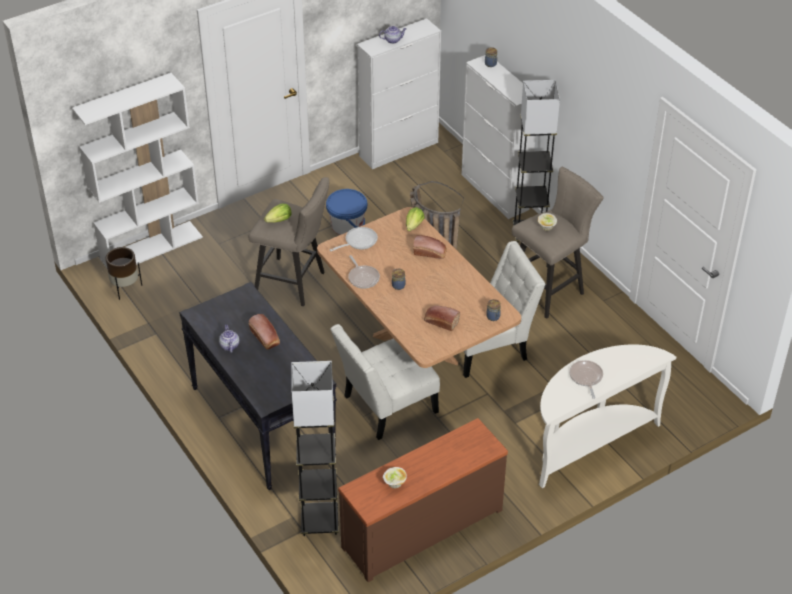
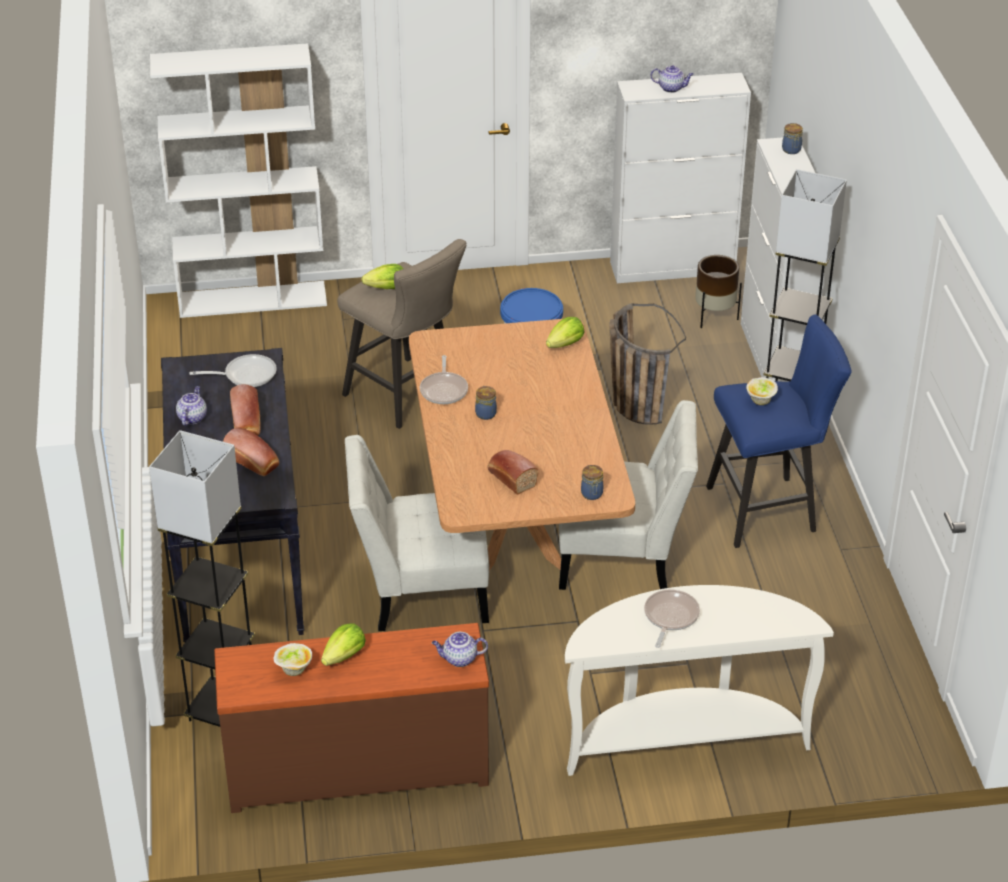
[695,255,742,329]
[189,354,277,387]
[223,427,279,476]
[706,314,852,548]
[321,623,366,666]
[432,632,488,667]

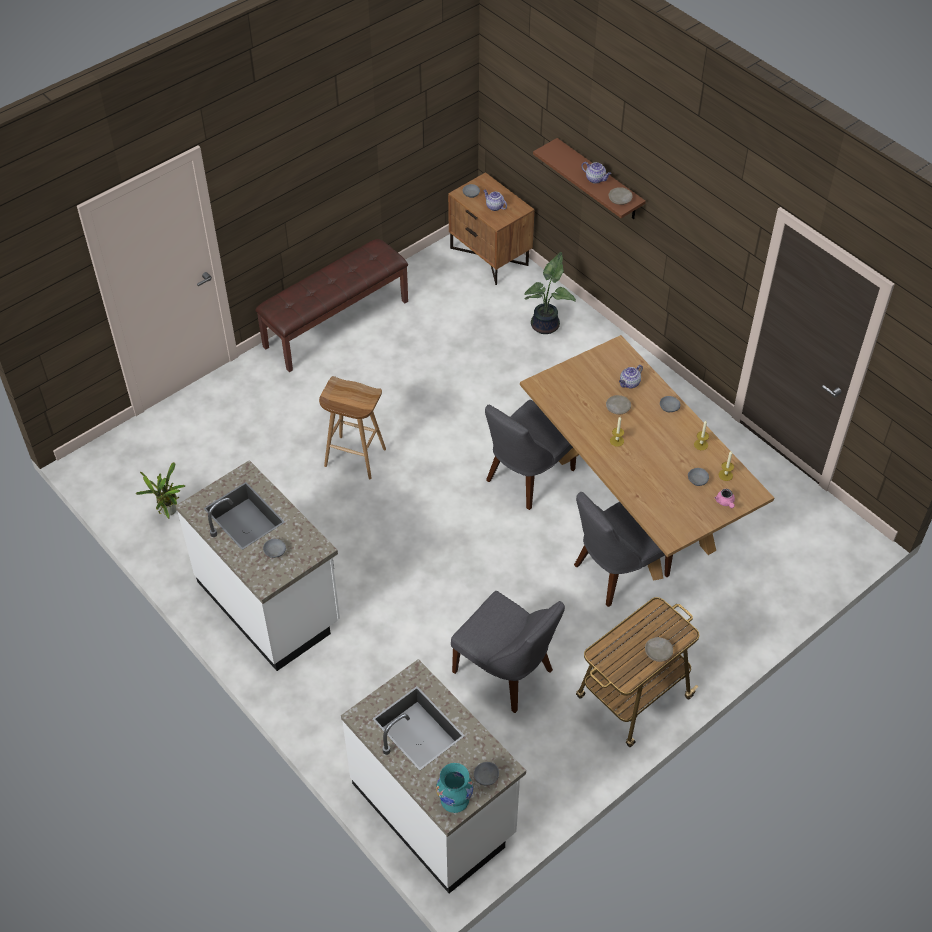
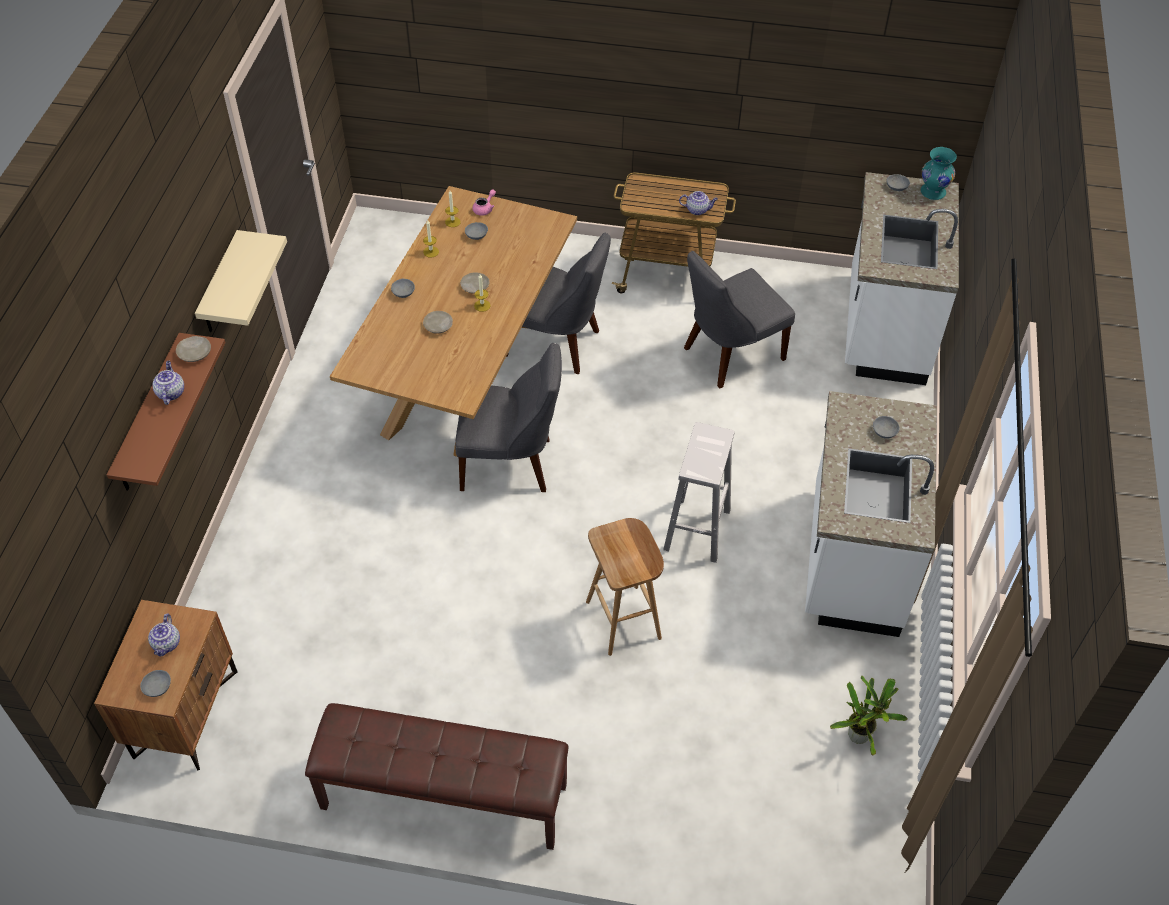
[684,251,795,388]
[524,252,576,334] (first image)
[679,191,718,215]
[460,272,489,294]
[195,230,287,332]
[663,422,735,563]

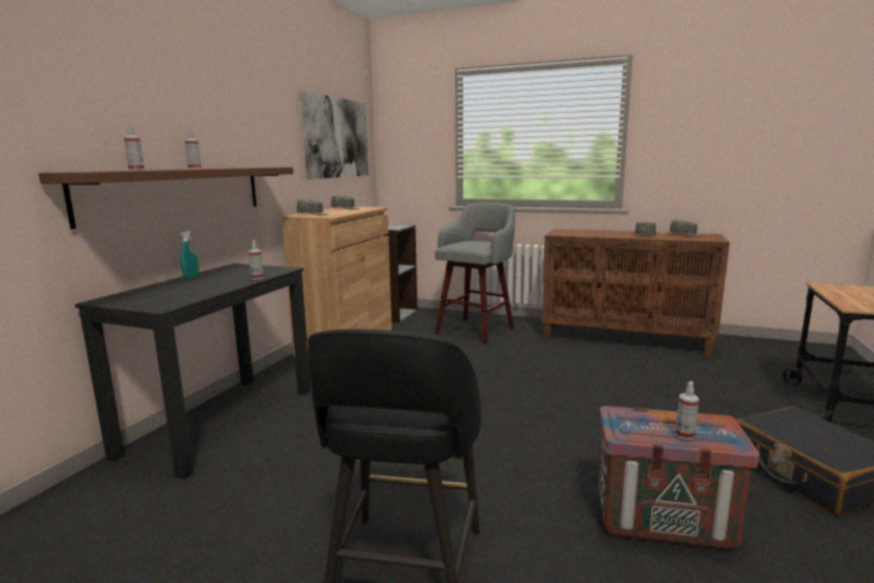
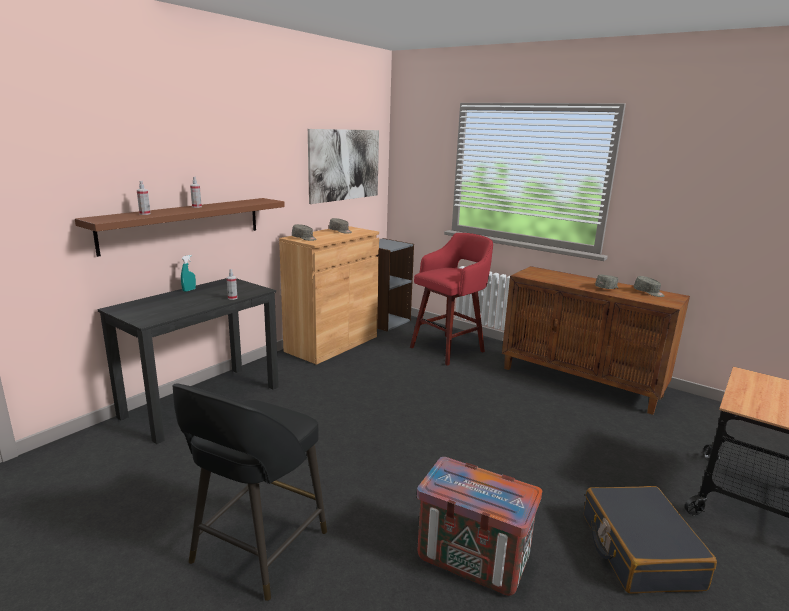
[410,233,493,366]
[675,382,699,440] (first image)

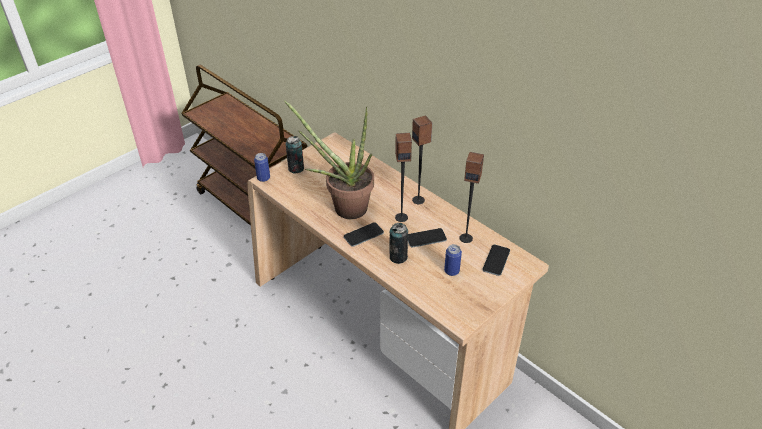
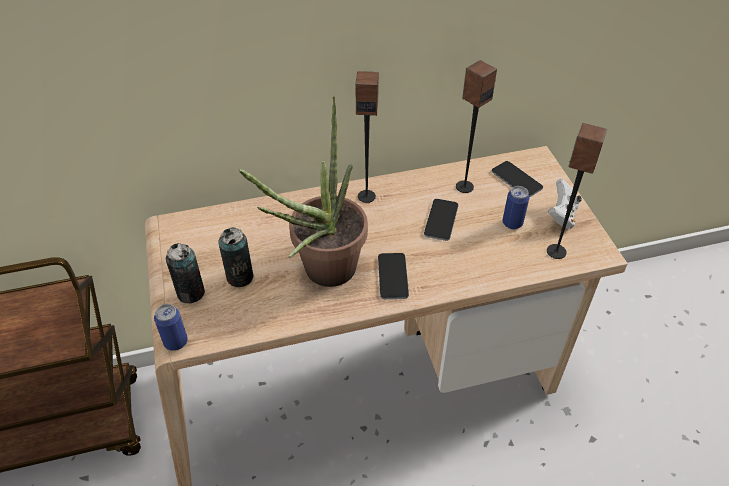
[218,227,253,287]
[547,123,607,259]
[548,179,582,229]

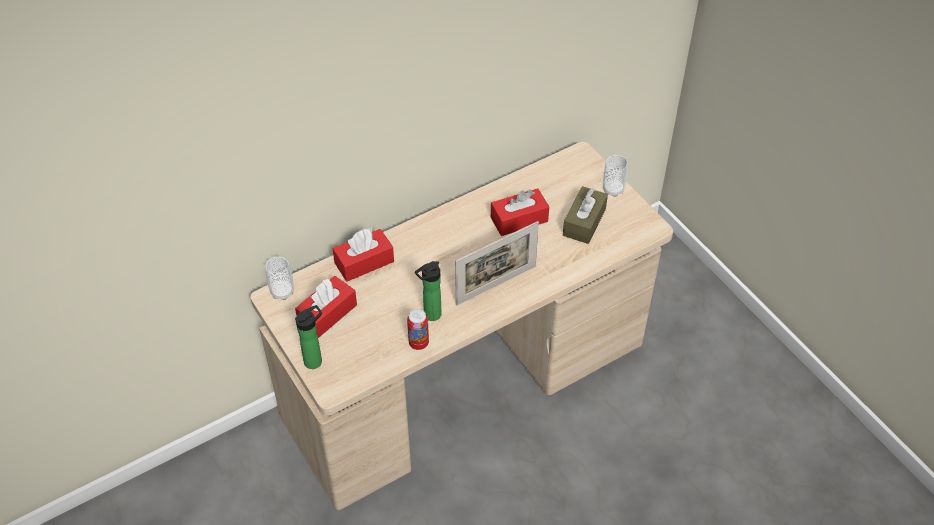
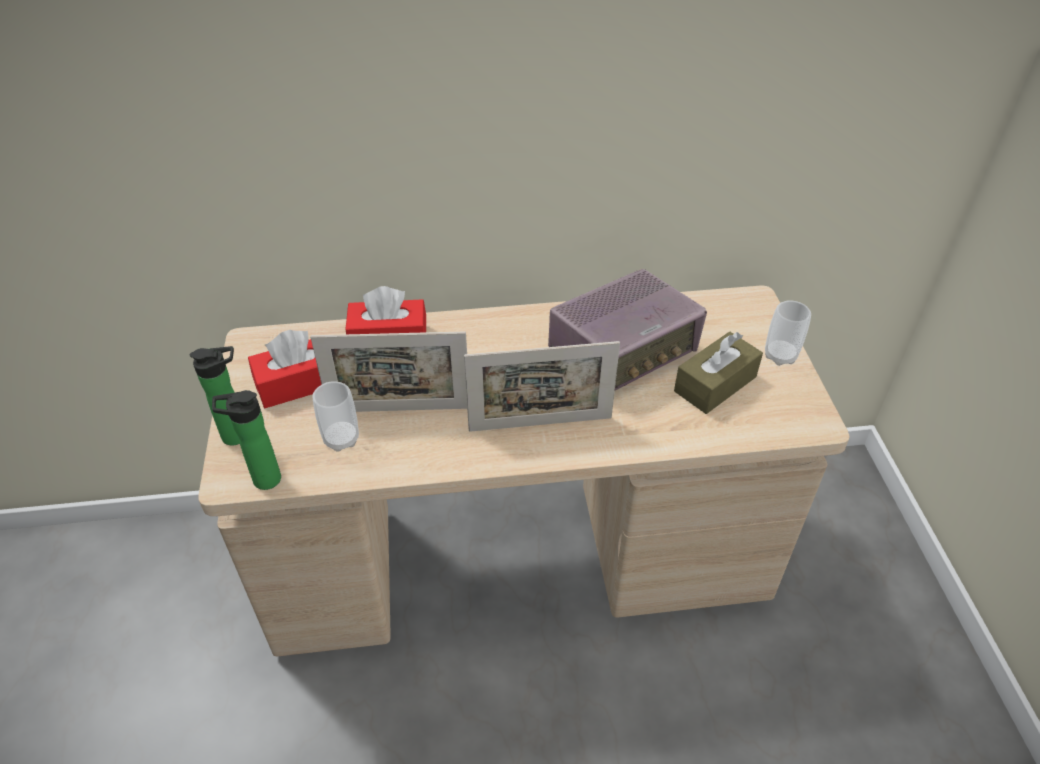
[313,381,359,452]
[407,309,429,350] (first image)
[212,390,281,490]
[548,269,707,390]
[311,331,467,412]

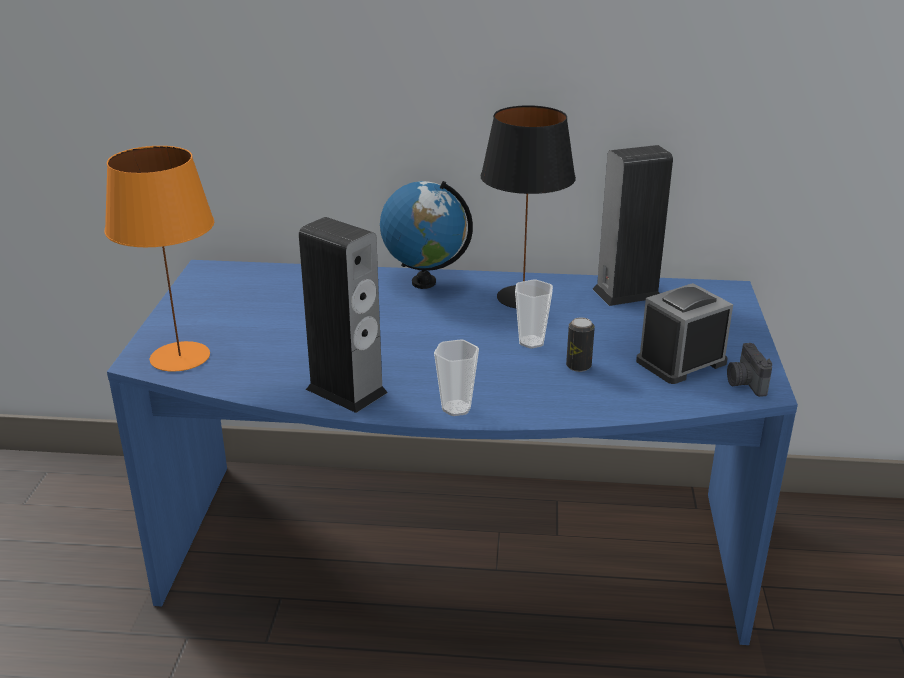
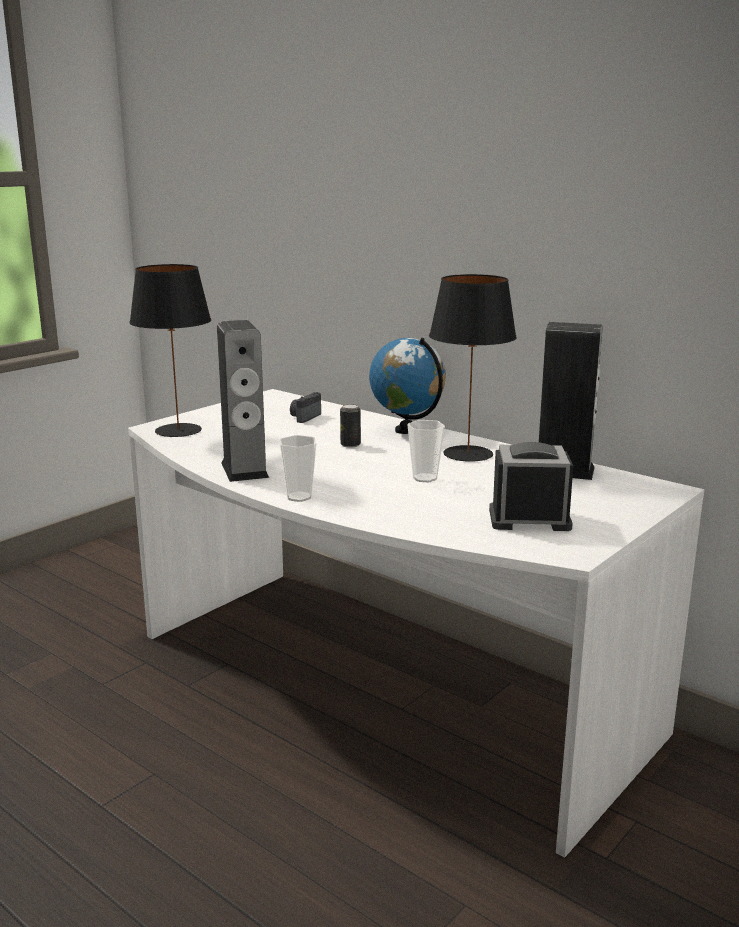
[129,264,211,437]
[128,389,704,858]
[340,404,361,448]
[290,392,321,423]

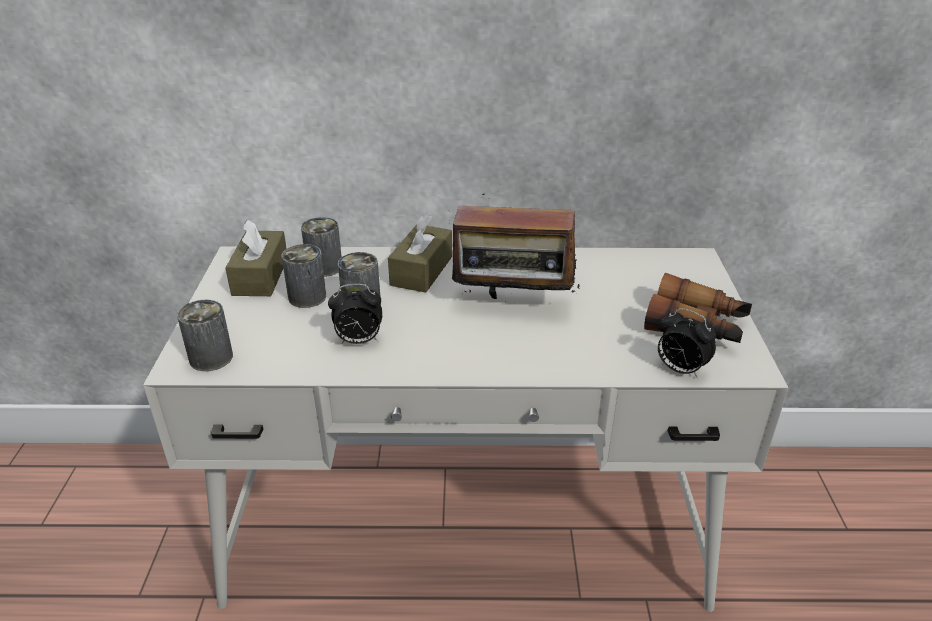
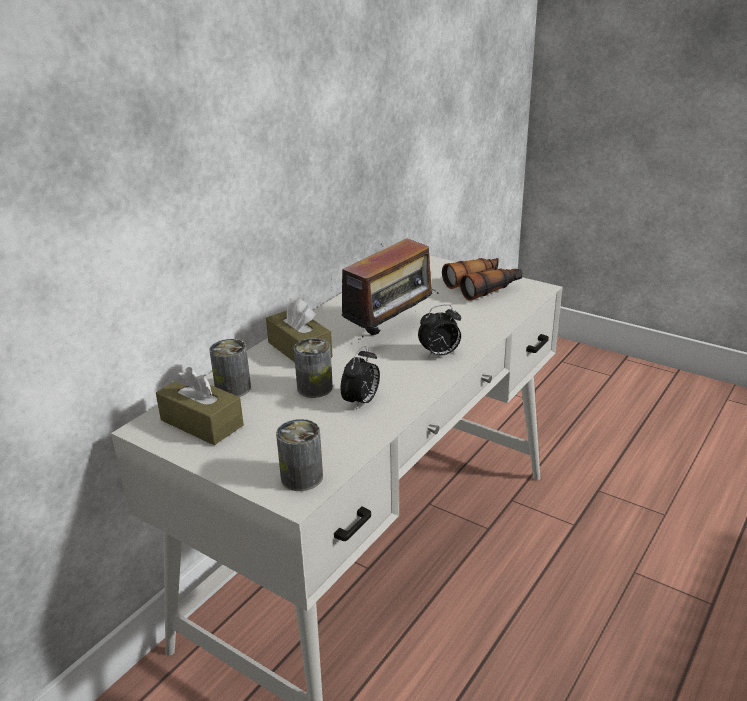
[281,244,326,308] (first image)
[418,304,461,358]

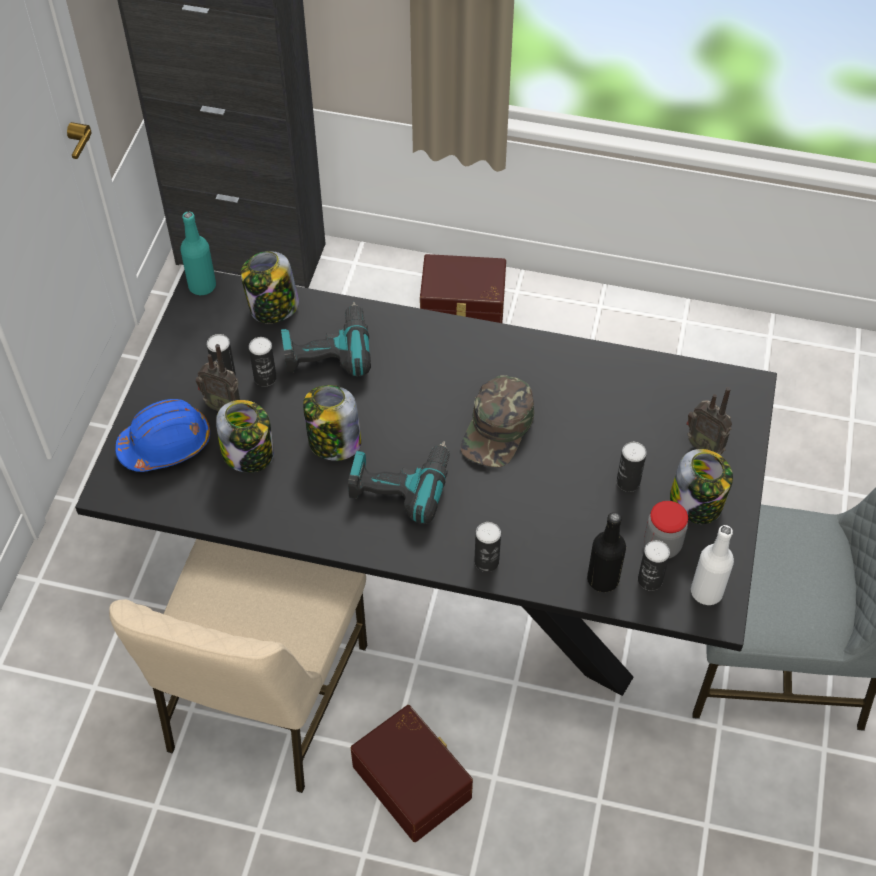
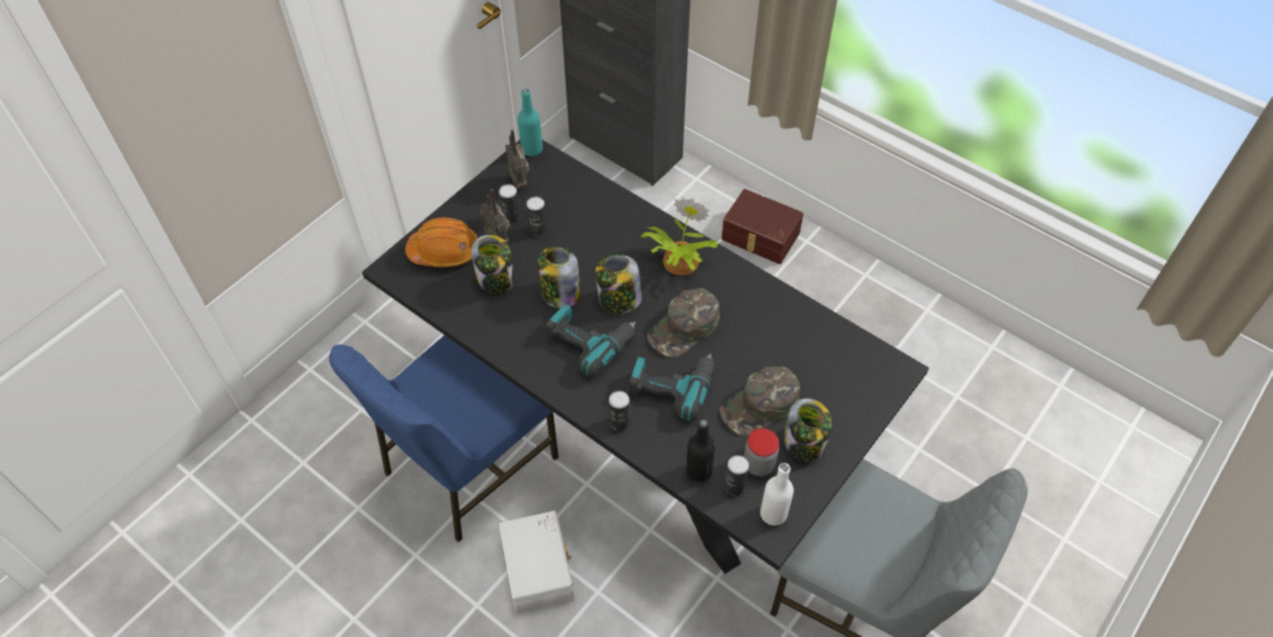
[329,335,559,543]
[405,217,478,267]
[595,255,642,314]
[629,353,715,421]
[499,511,574,613]
[719,366,800,436]
[505,129,530,189]
[640,198,719,275]

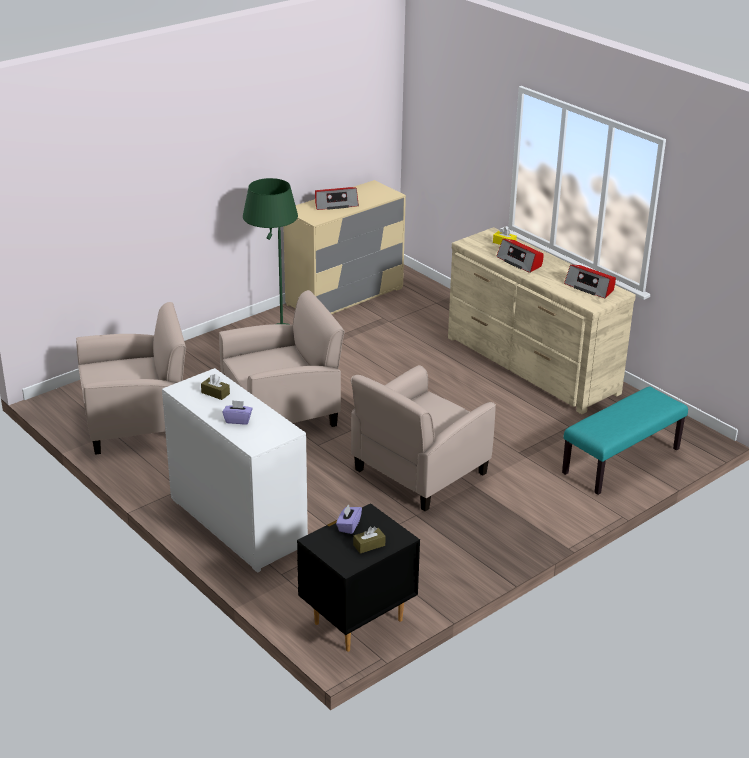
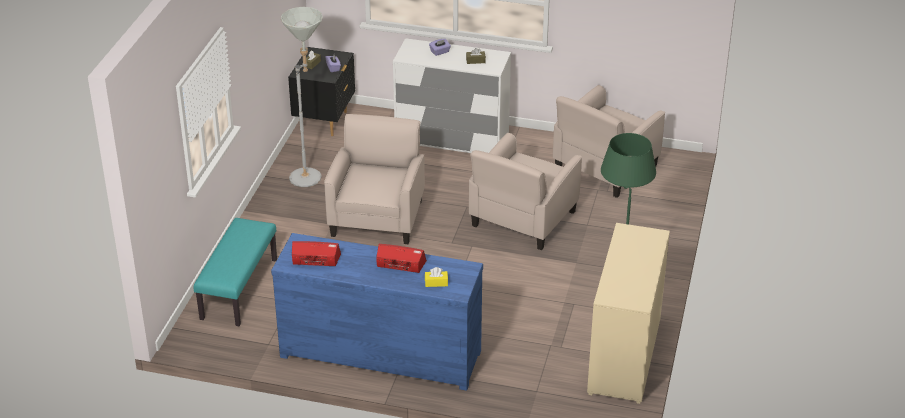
[315,187,359,210] (first image)
[271,233,483,391]
[281,7,323,187]

